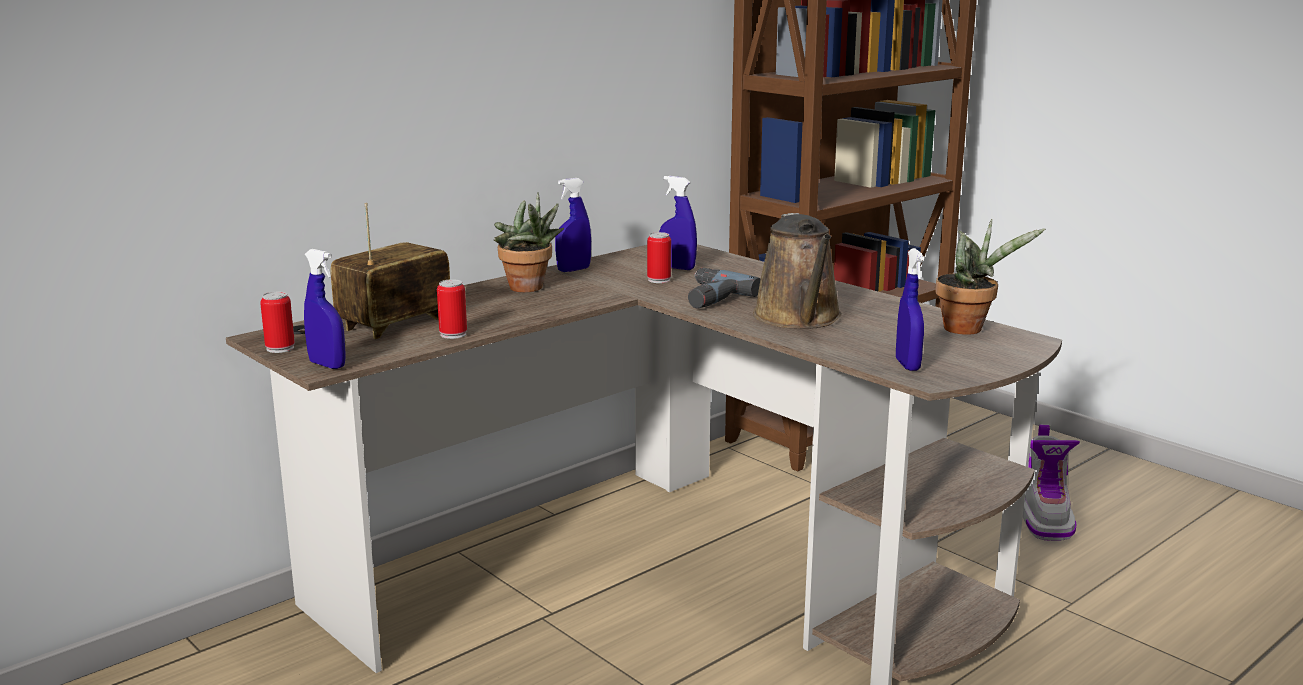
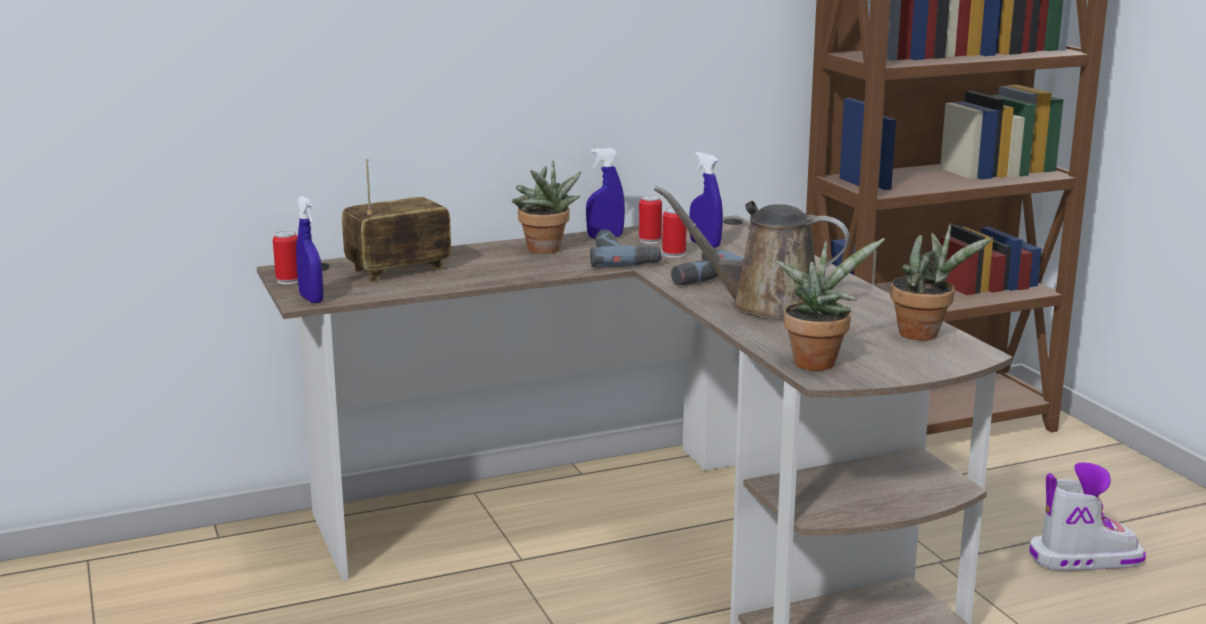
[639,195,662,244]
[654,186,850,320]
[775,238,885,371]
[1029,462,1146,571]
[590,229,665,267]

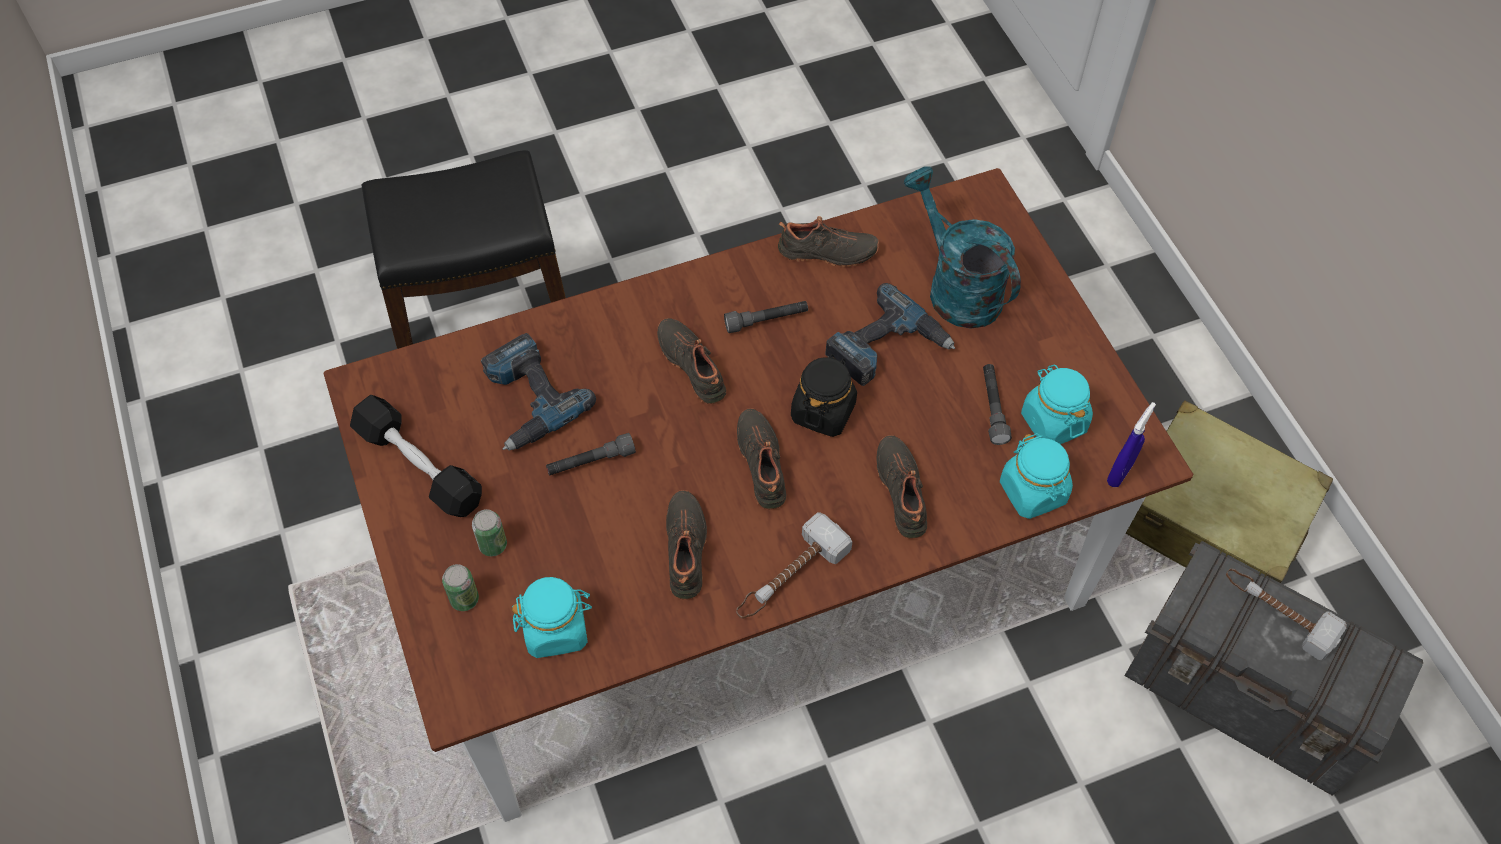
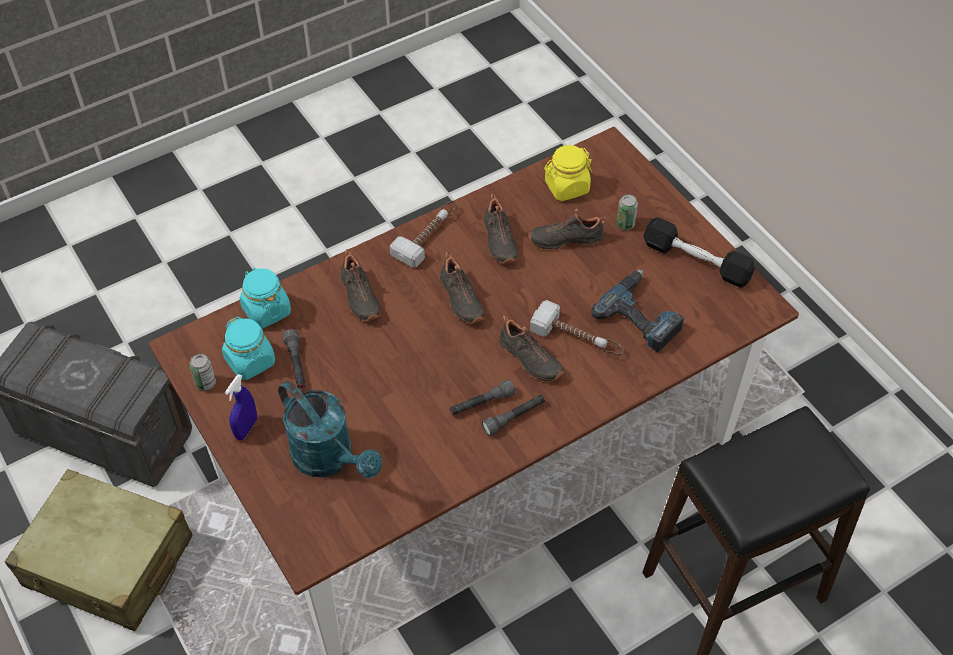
[189,354,216,390]
[544,145,592,201]
[482,395,545,436]
[529,209,606,250]
[791,354,857,437] (first image)
[825,283,955,386] (first image)
[225,374,257,440]
[530,300,624,356]

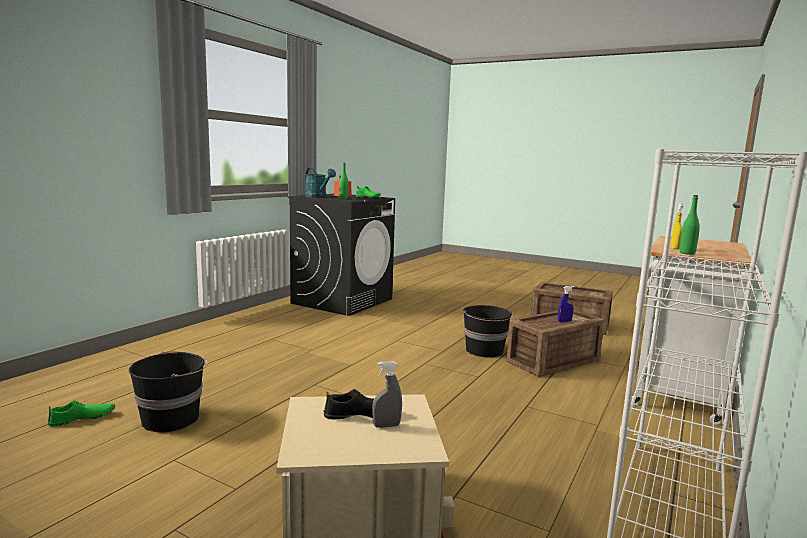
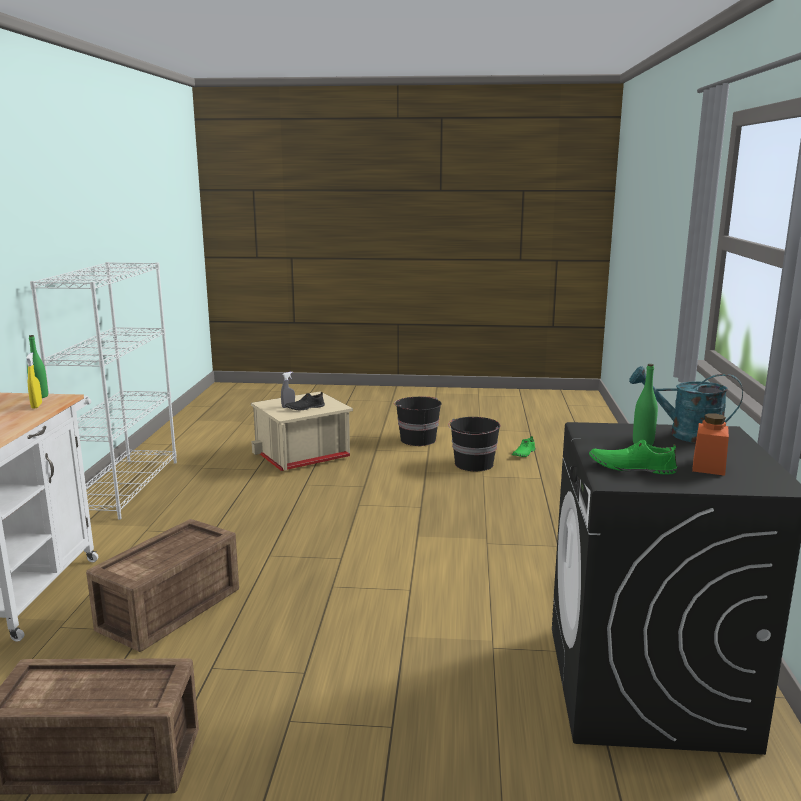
[394,397,441,446]
[558,286,574,322] (first image)

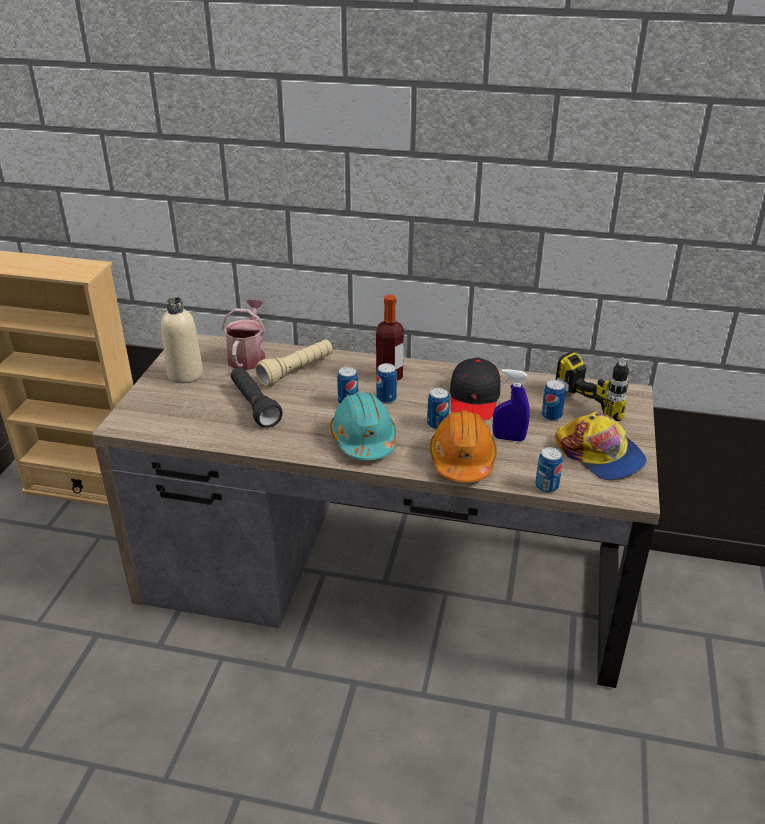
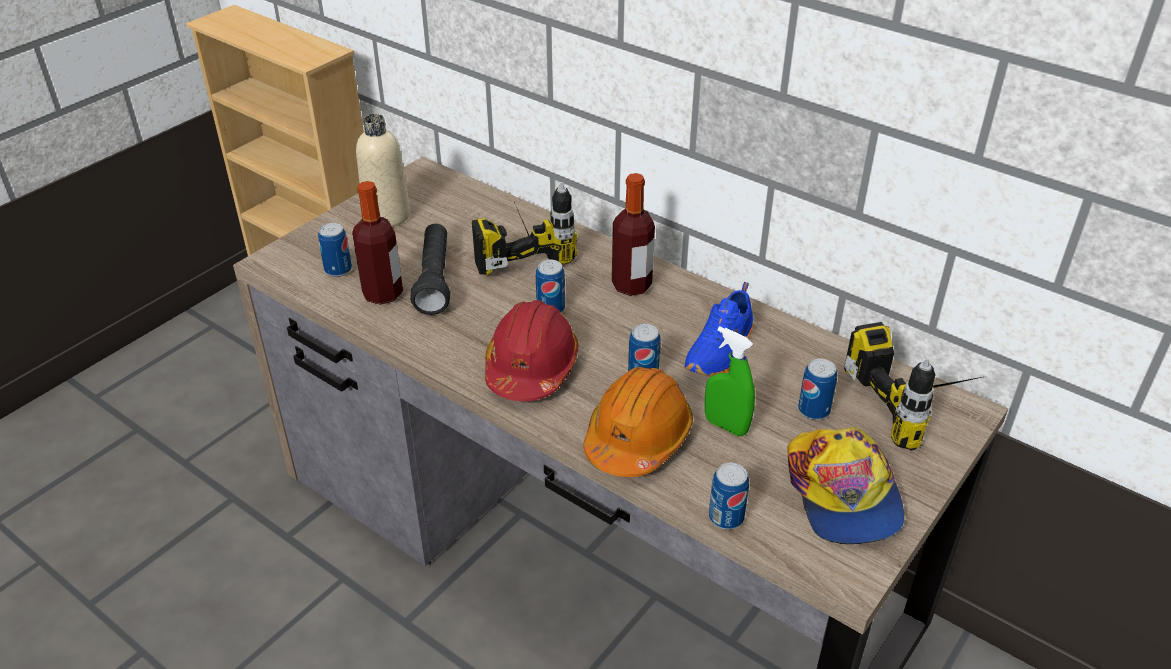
[222,299,265,370] (first image)
[472,182,577,275]
[485,300,579,401]
[318,223,352,277]
[684,282,753,377]
[705,326,755,436]
[352,181,403,305]

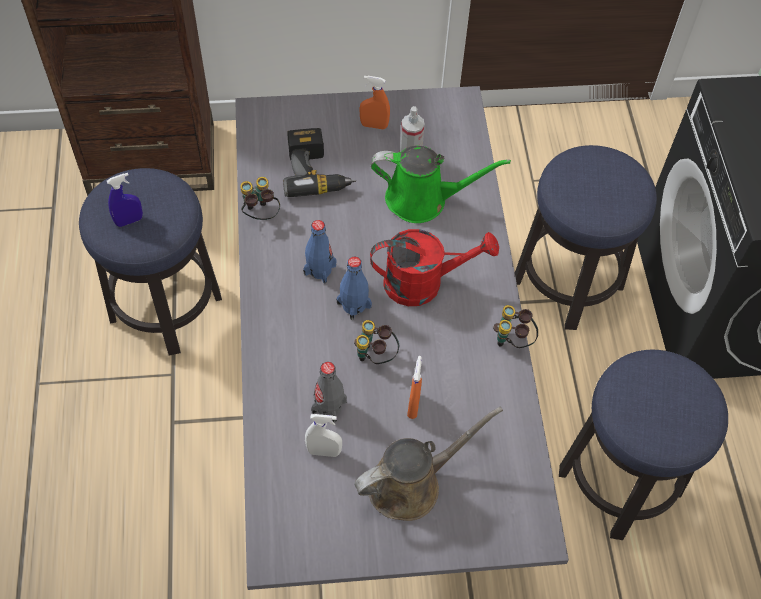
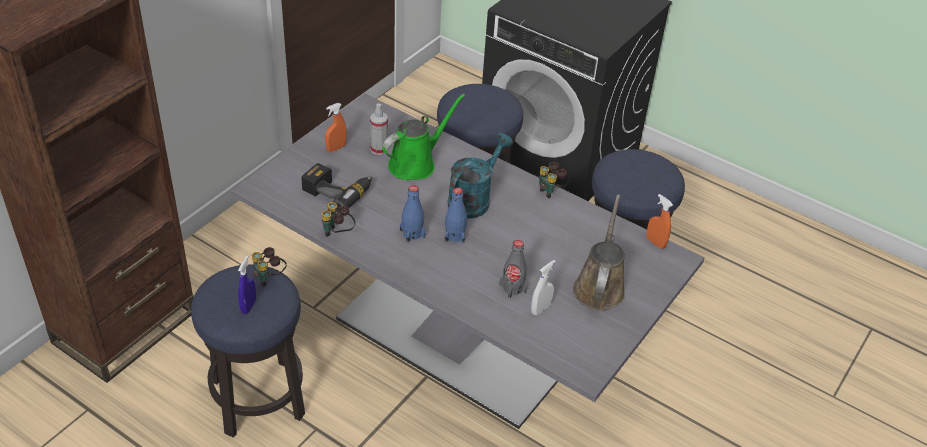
[252,247,287,286]
[448,133,513,219]
[647,194,673,249]

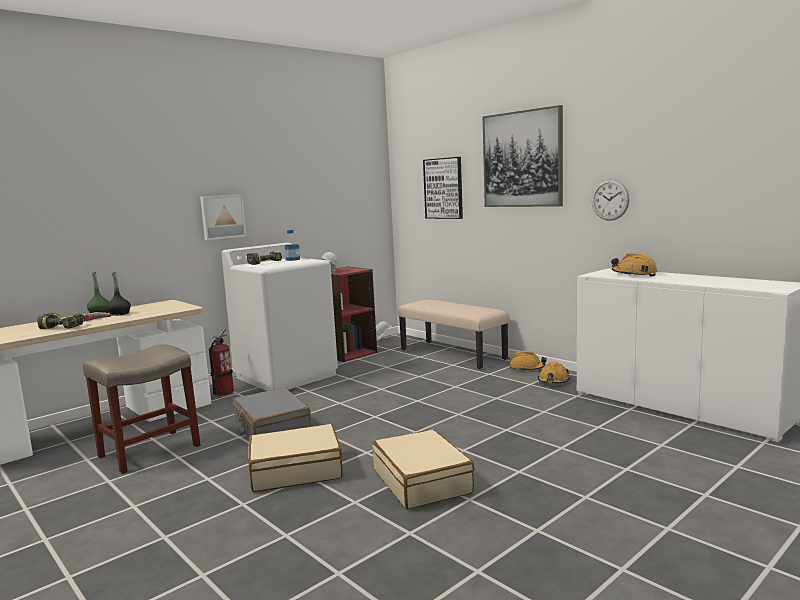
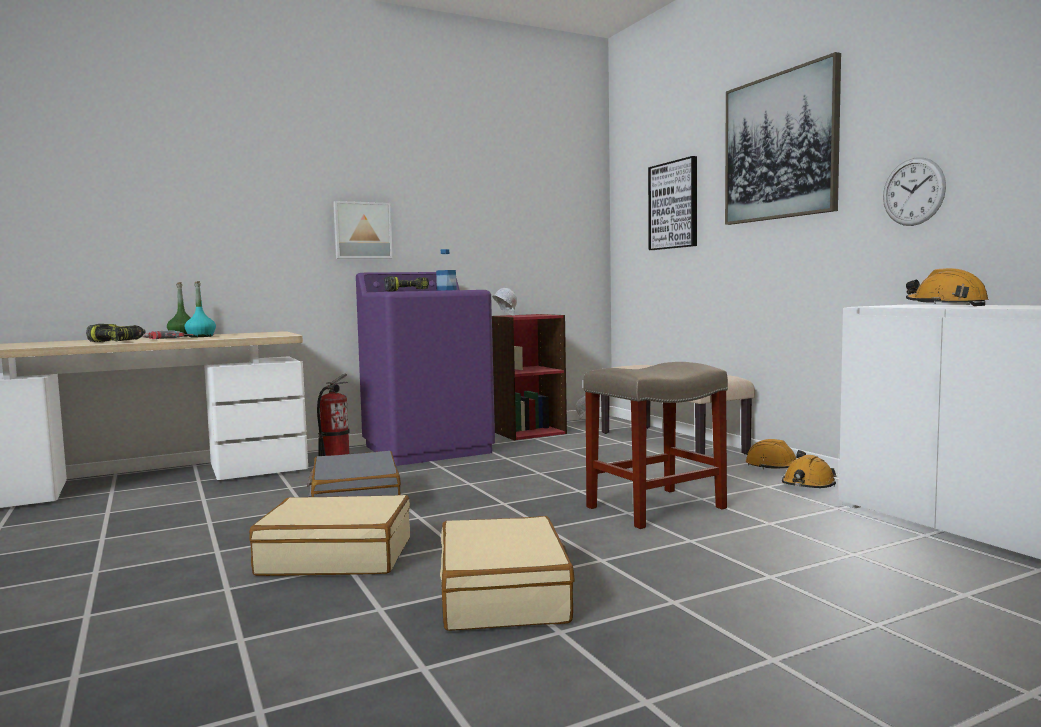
[583,362,728,529]
[184,281,216,337]
[356,272,495,466]

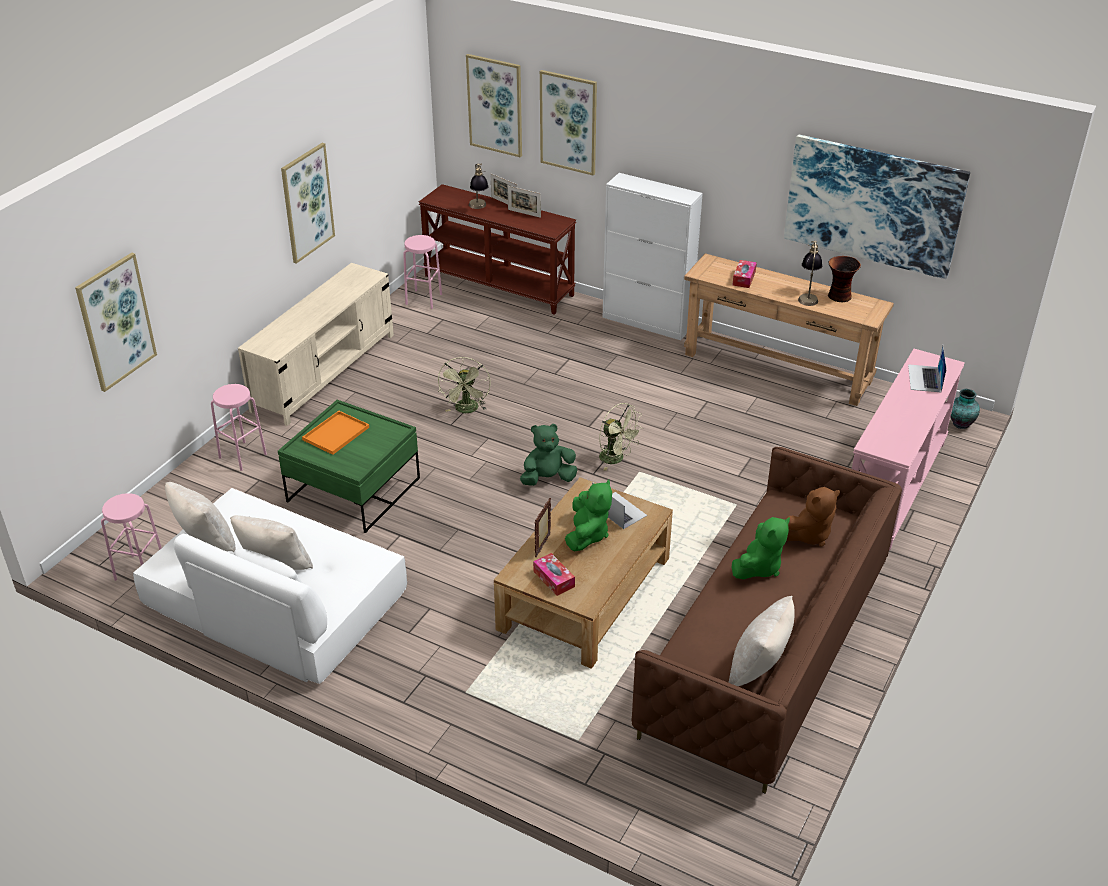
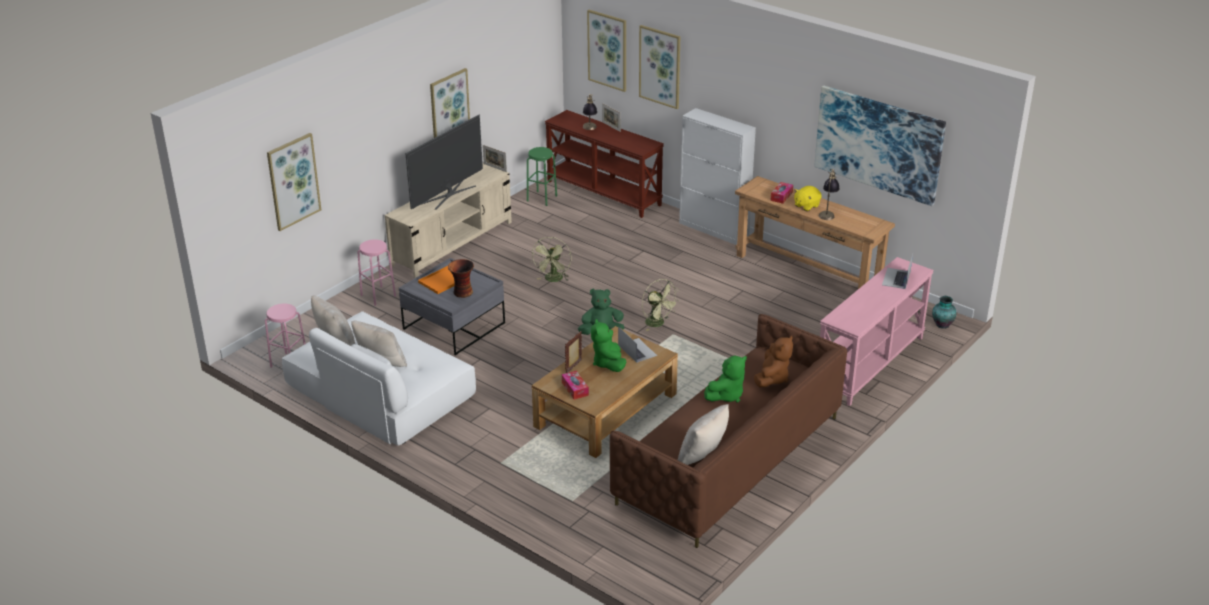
[399,258,505,355]
[527,147,557,206]
[483,145,507,172]
[591,319,626,372]
[754,336,793,387]
[448,259,474,298]
[405,115,483,210]
[794,186,822,211]

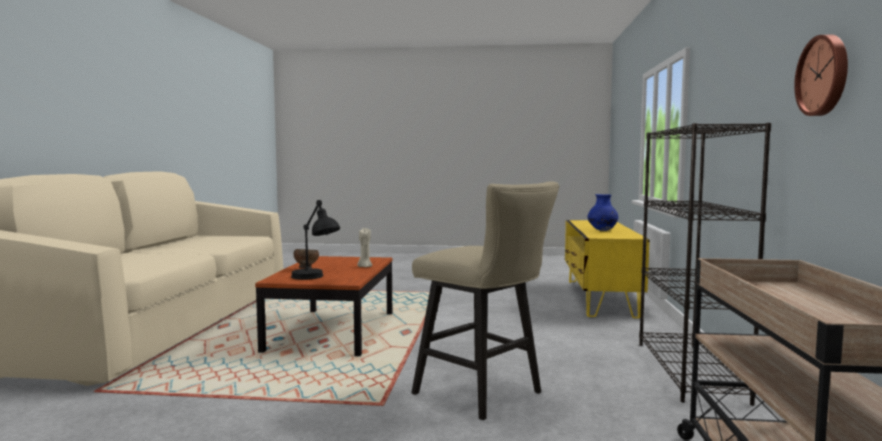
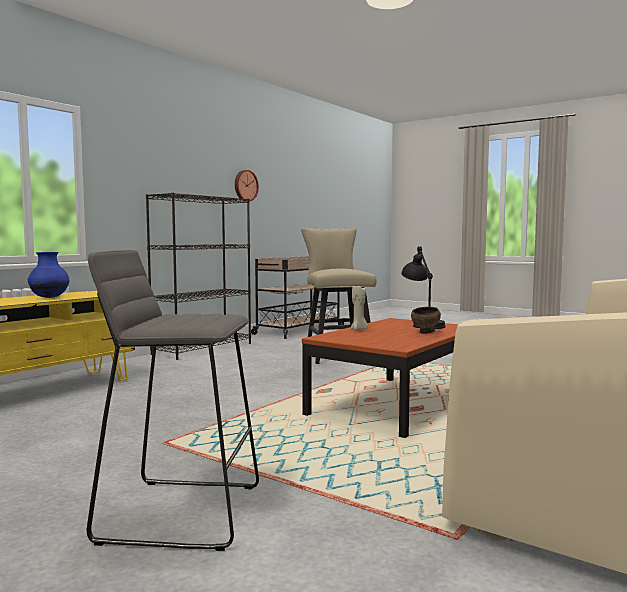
[87,250,259,551]

